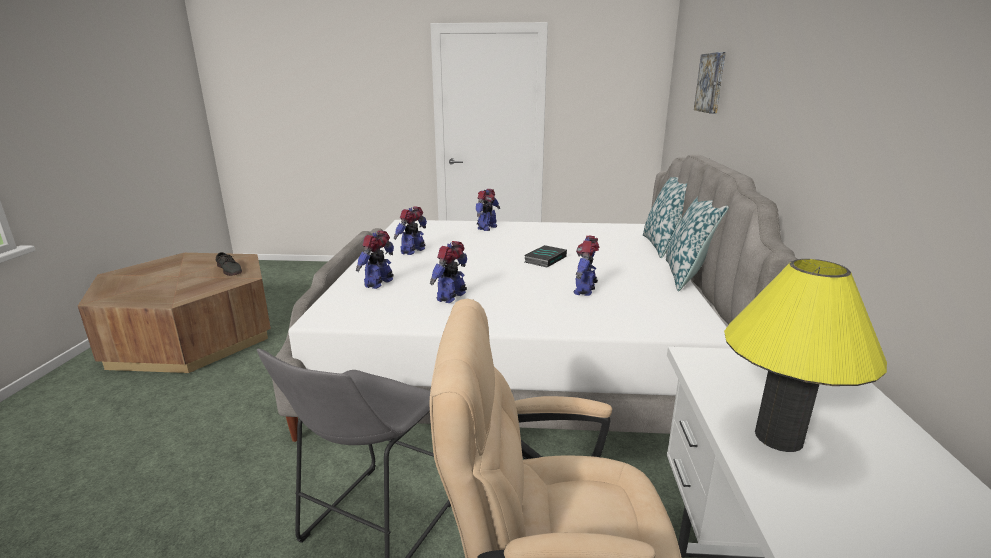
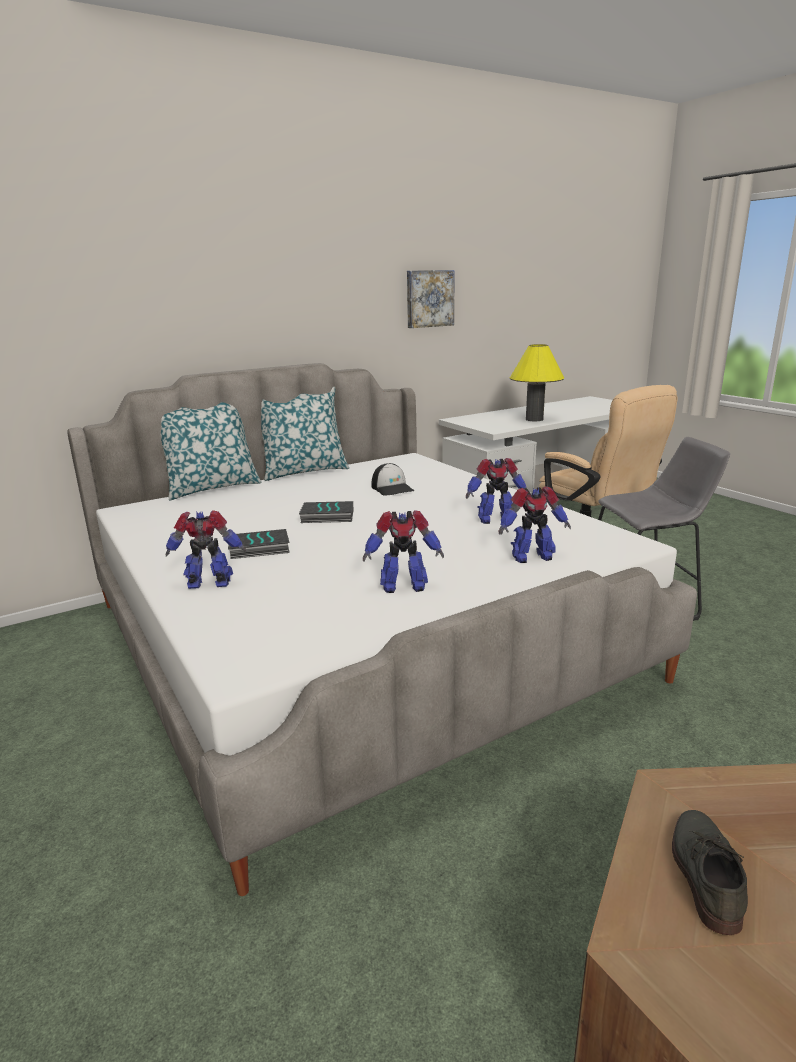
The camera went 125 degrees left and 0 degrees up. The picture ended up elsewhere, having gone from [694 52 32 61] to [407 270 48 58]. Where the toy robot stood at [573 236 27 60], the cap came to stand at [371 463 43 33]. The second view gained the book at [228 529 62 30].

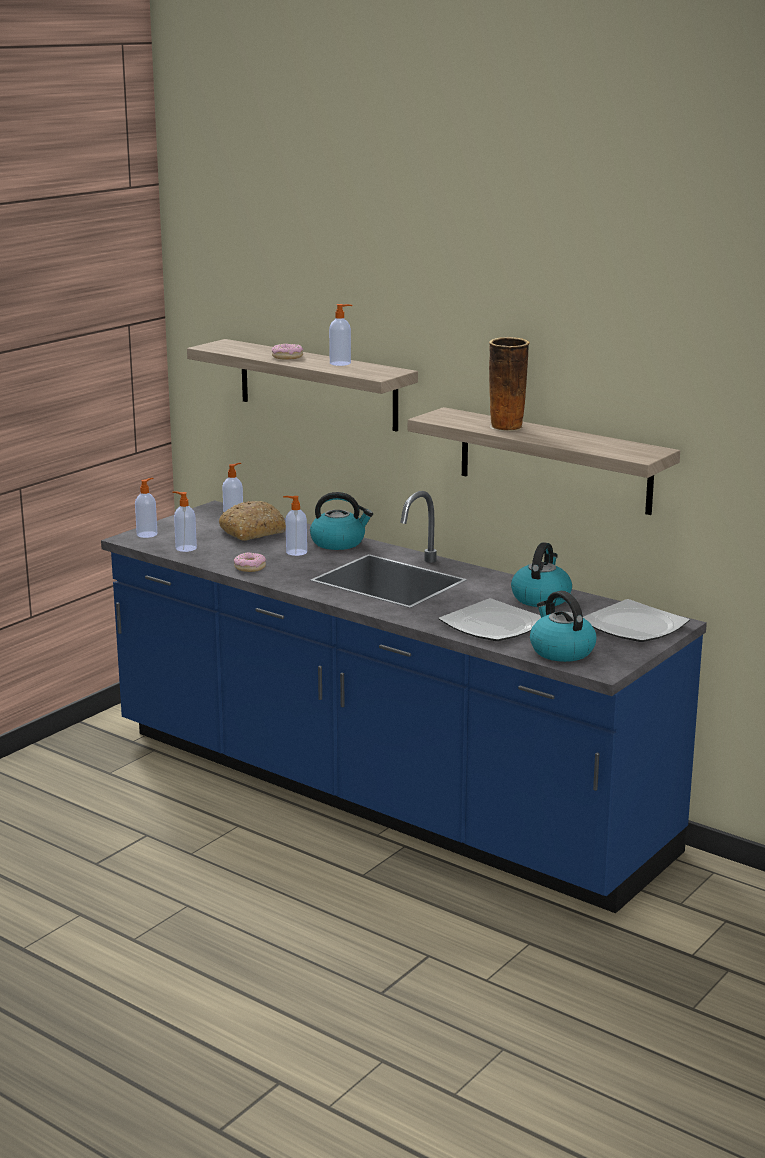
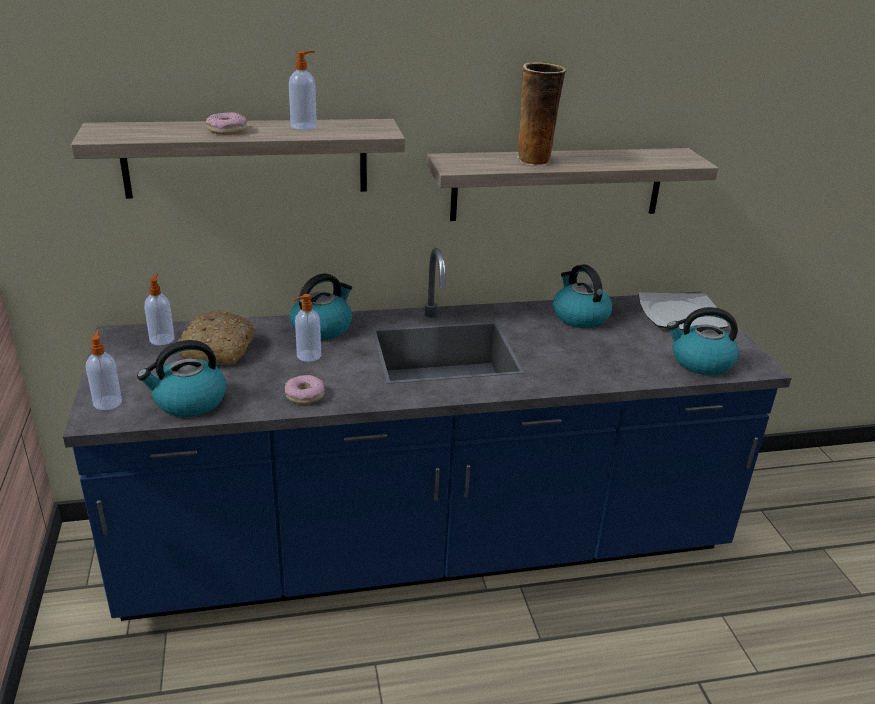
The camera went 50 degrees left and 10 degrees up. Where the soap dispenser stood at [172 491 25 61], the kettle came to stand at [137 340 89 77]. The second view lost the plate at [439 598 102 43].

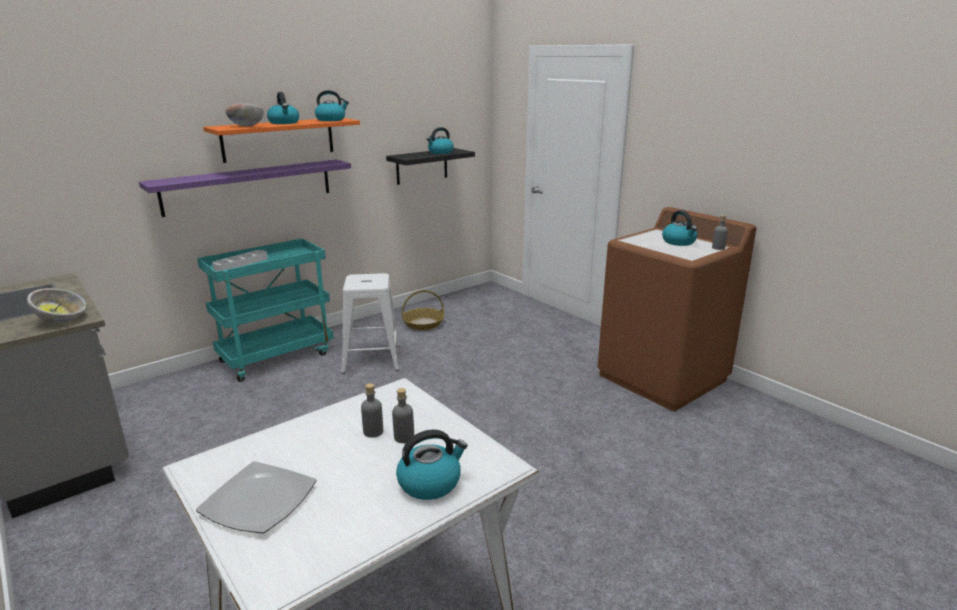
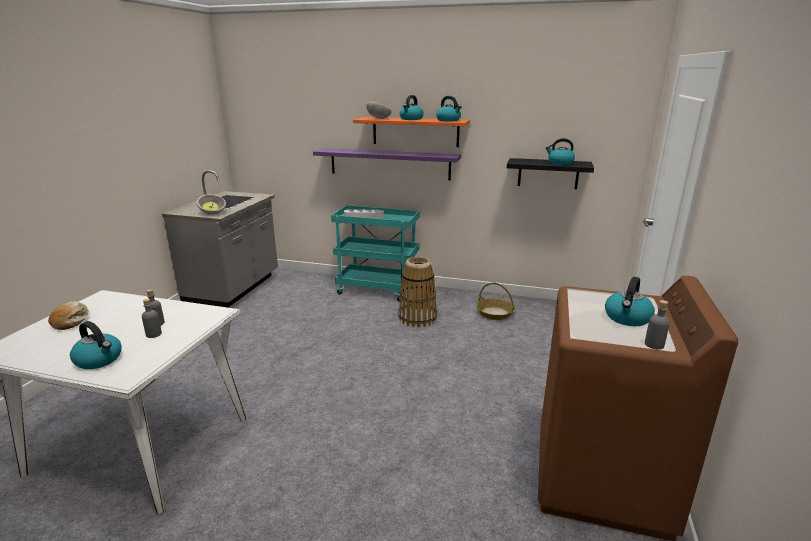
The camera went 55 degrees right and 0 degrees up. Where the stool/white stood at [341 273 59 101], the basket came to stand at [398 256 39 72]. Where the plate stood at [196 461 120 72], the bread came to stand at [48 301 41 29].

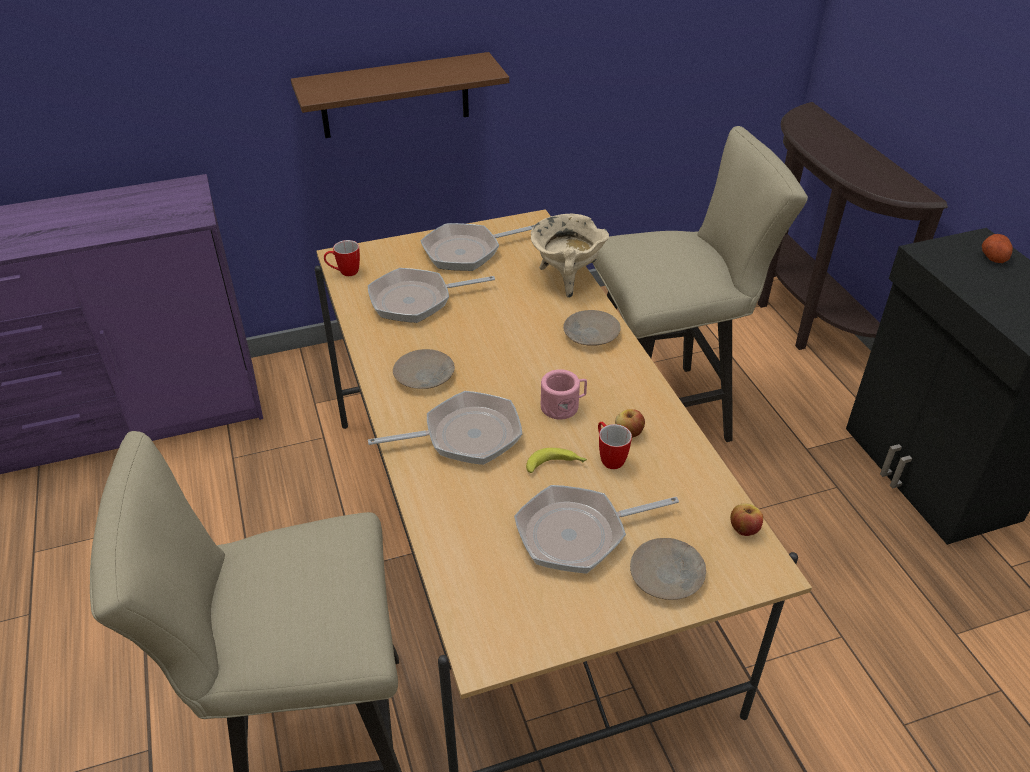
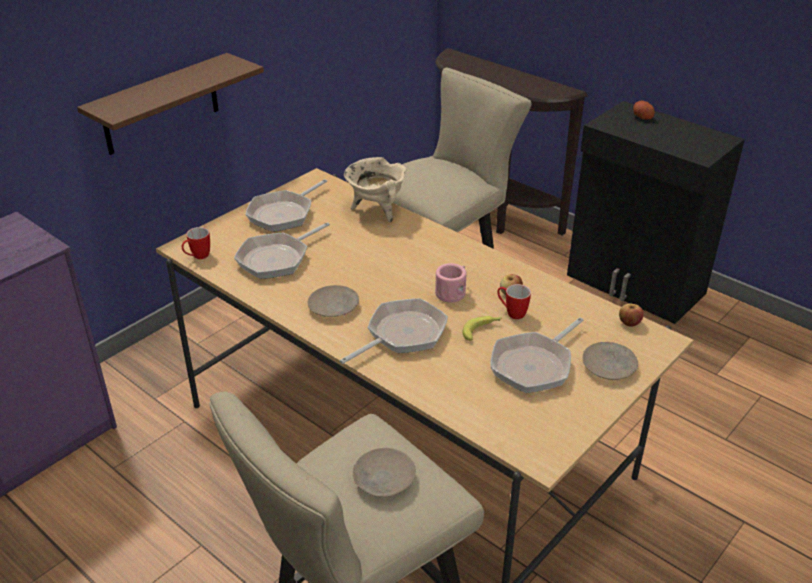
The camera went 30 degrees left and 5 degrees down. The plate/beige ended up elsewhere, having gone from [563 310 58 36] to [353 448 63 49].

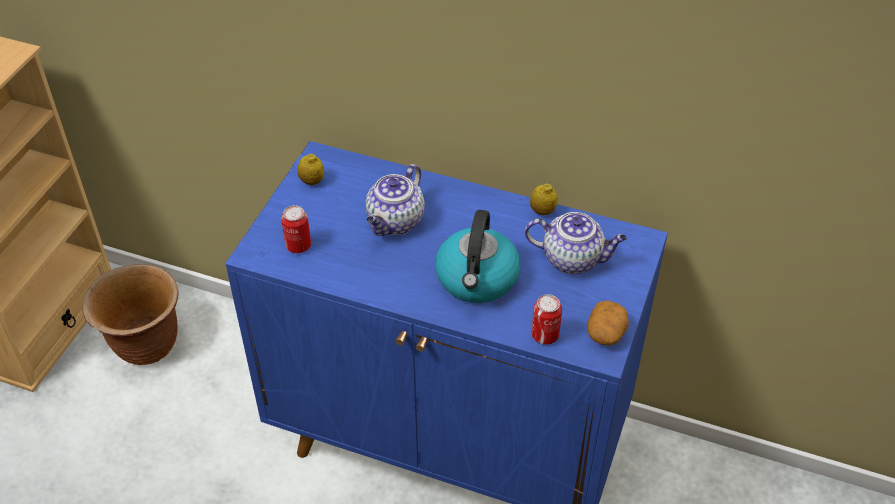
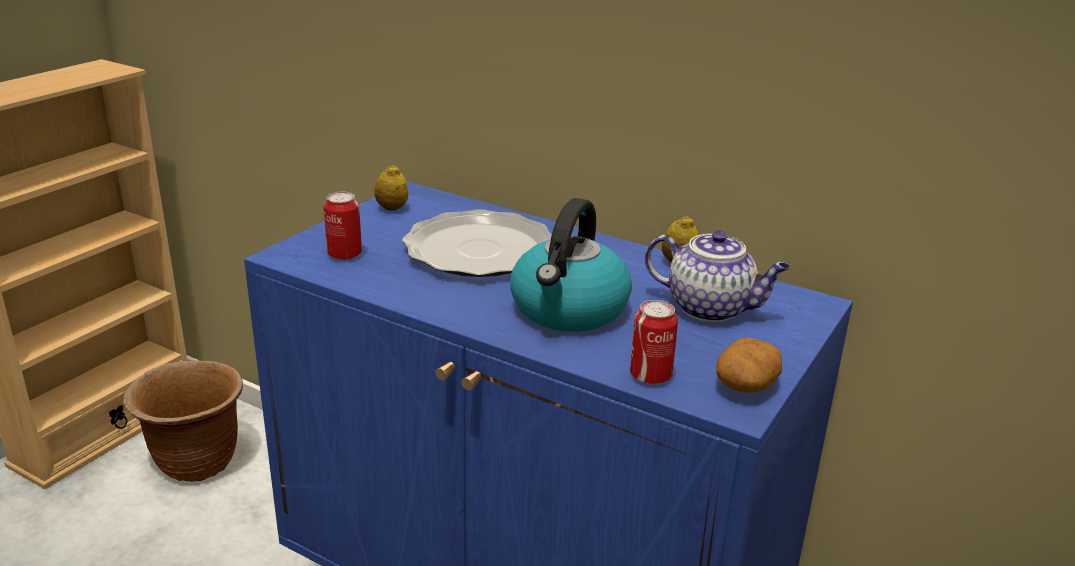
The camera went 10 degrees right and 20 degrees down. Where the teapot stood at [365 164 60 72], the plate came to stand at [402 209 150 68].

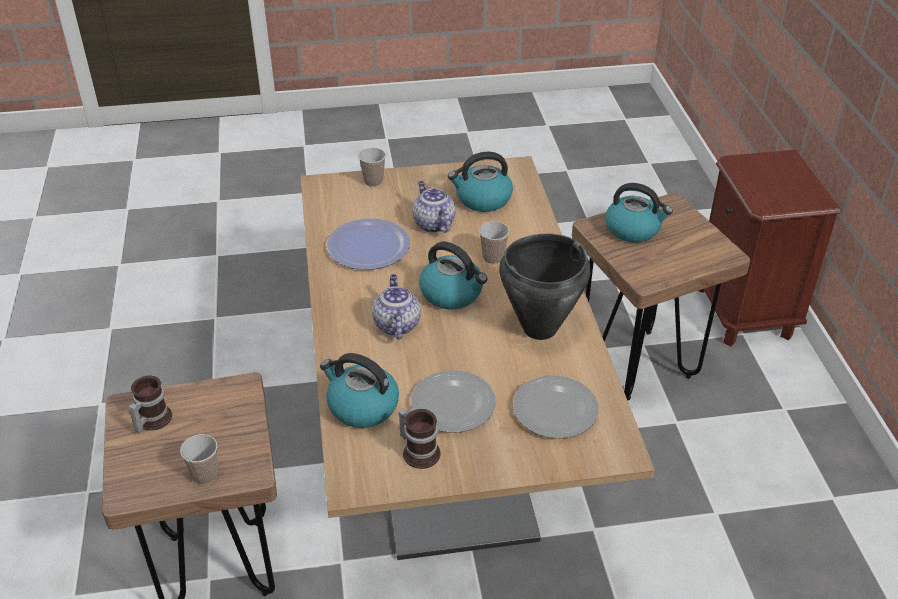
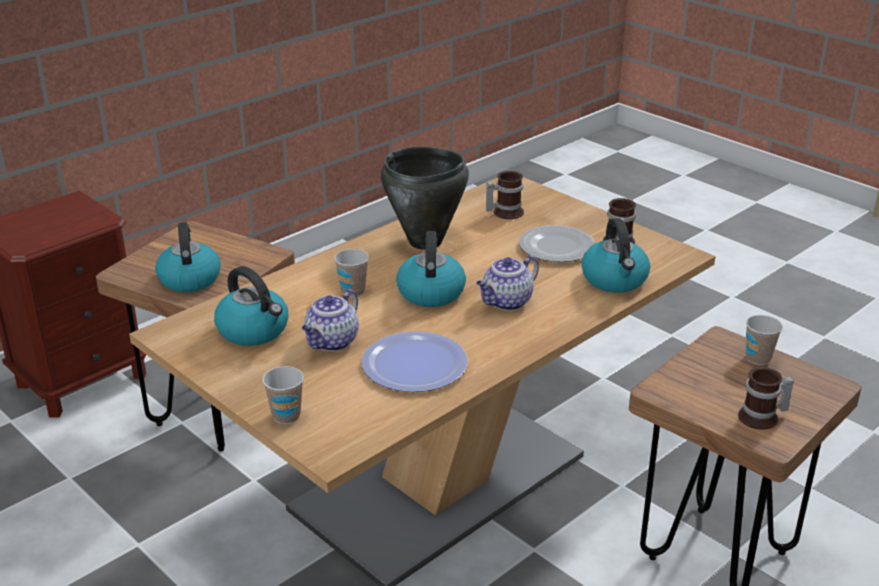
The camera went 125 degrees left and 10 degrees down. Where the plate stood at [513 375 86 64], the mug came to stand at [486 171 38 48].

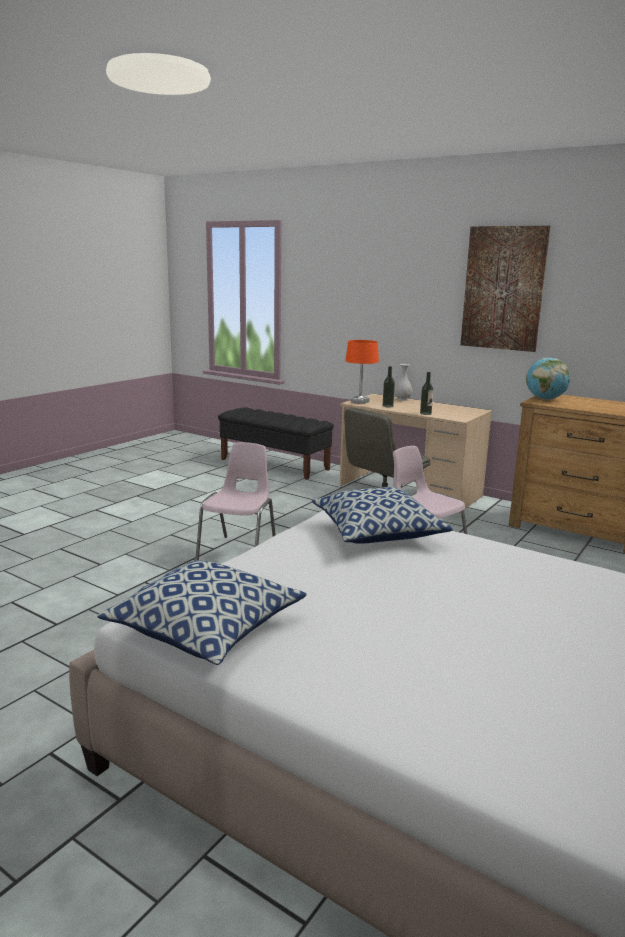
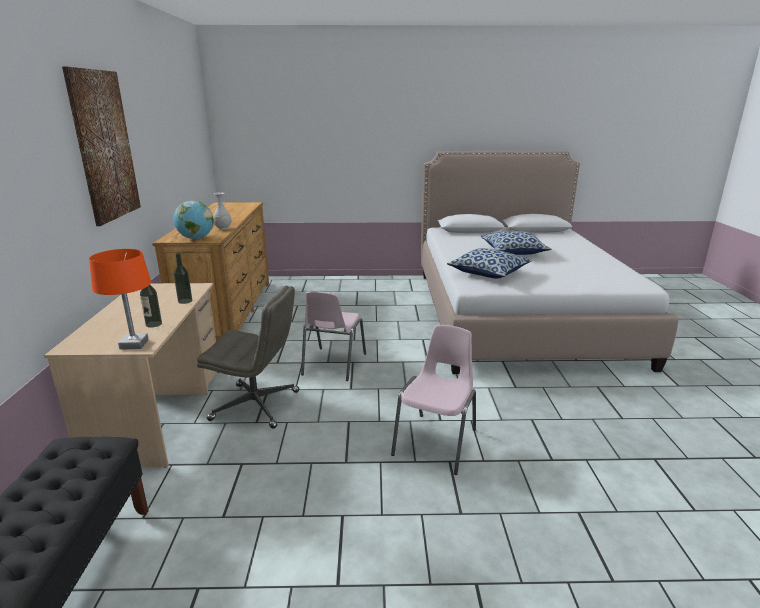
The camera went 125 degrees left and 5 degrees up. The vase/white ended up elsewhere, having gone from [394 364 18 37] to [213 193 19 37]. The chair/pink at [195 442 81 119] ended up facing another way, 135 degrees clockwise from before. The pillow ended up elsewhere, having gone from [97 560 210 105] to [481 231 70 24].

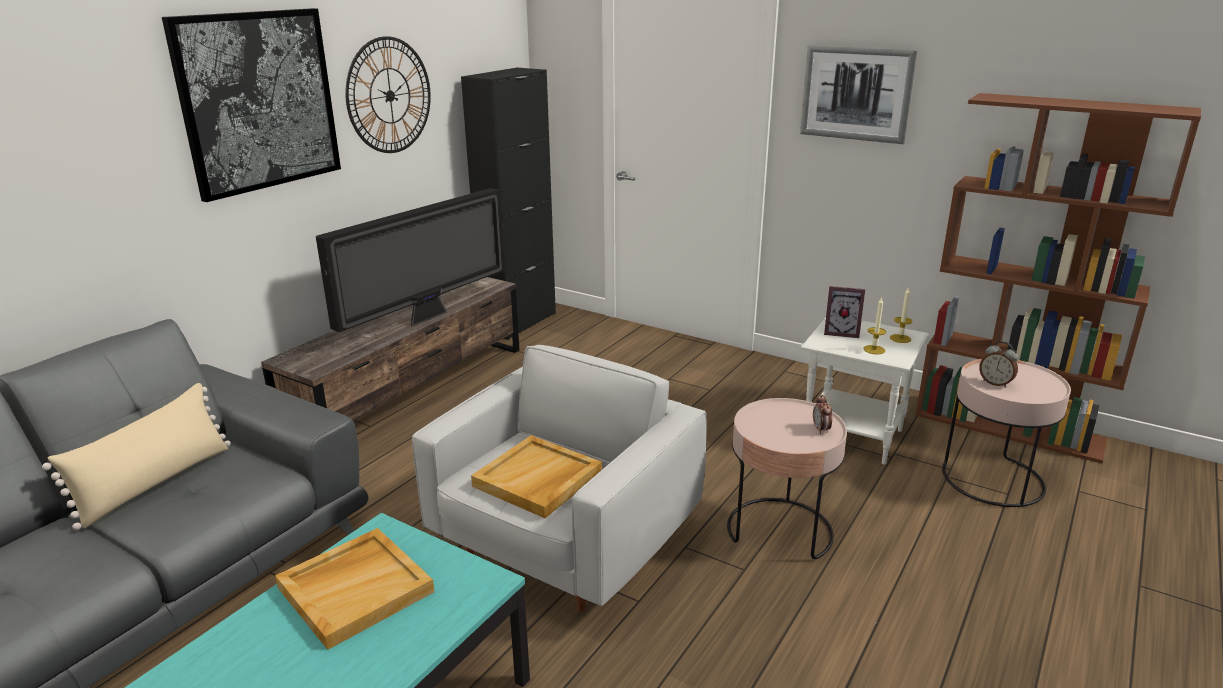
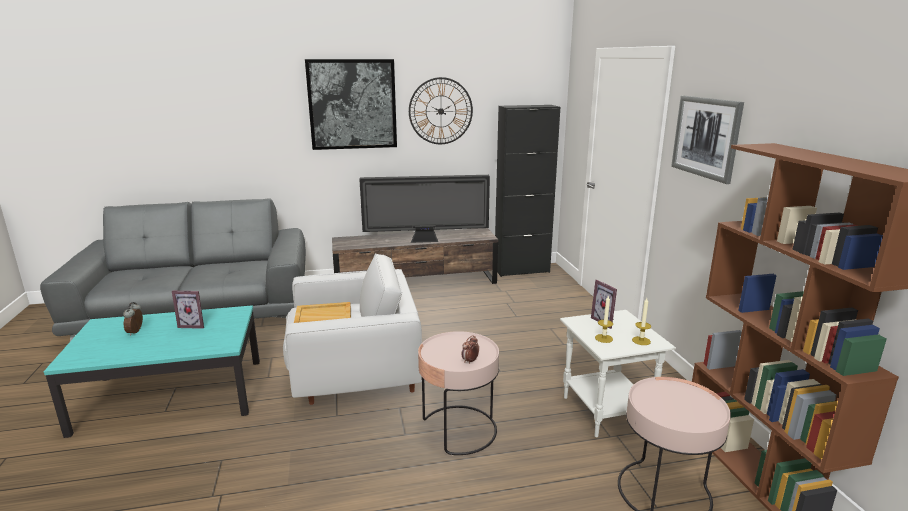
The camera went 45 degrees right and 5 degrees down. The alarm clock ended up elsewhere, having gone from [979 341 40 47] to [123 302 20 34]. The second view lost the pillow/beige at [42 383 189 147]. Where the tray/beige stood at [275 528 159 122], the picture frame came to stand at [172 291 32 38].

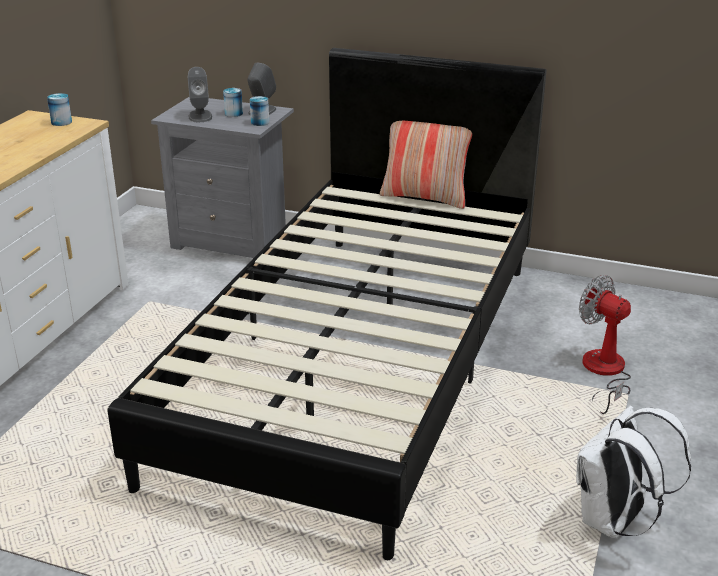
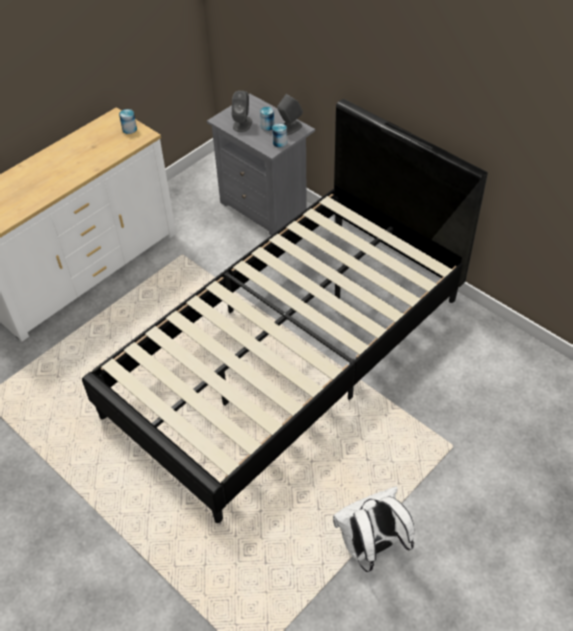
The camera went 25 degrees right and 20 degrees up. The second view lost the pillow at [380 121 92 88]. The second view lost the fan at [579 275 52 139].

